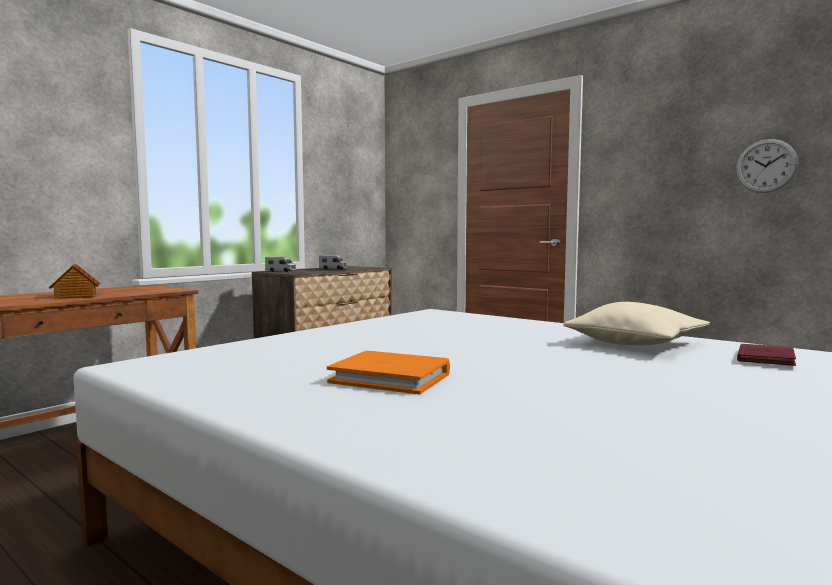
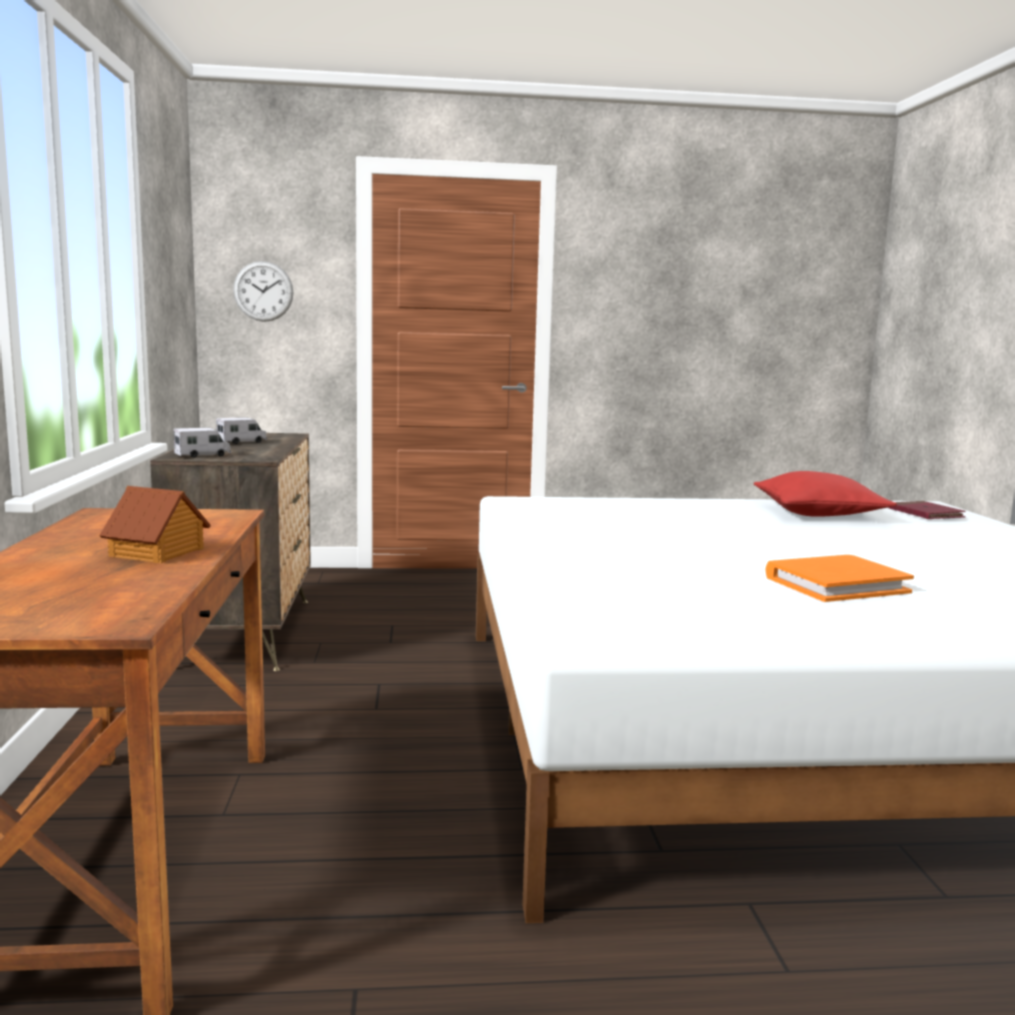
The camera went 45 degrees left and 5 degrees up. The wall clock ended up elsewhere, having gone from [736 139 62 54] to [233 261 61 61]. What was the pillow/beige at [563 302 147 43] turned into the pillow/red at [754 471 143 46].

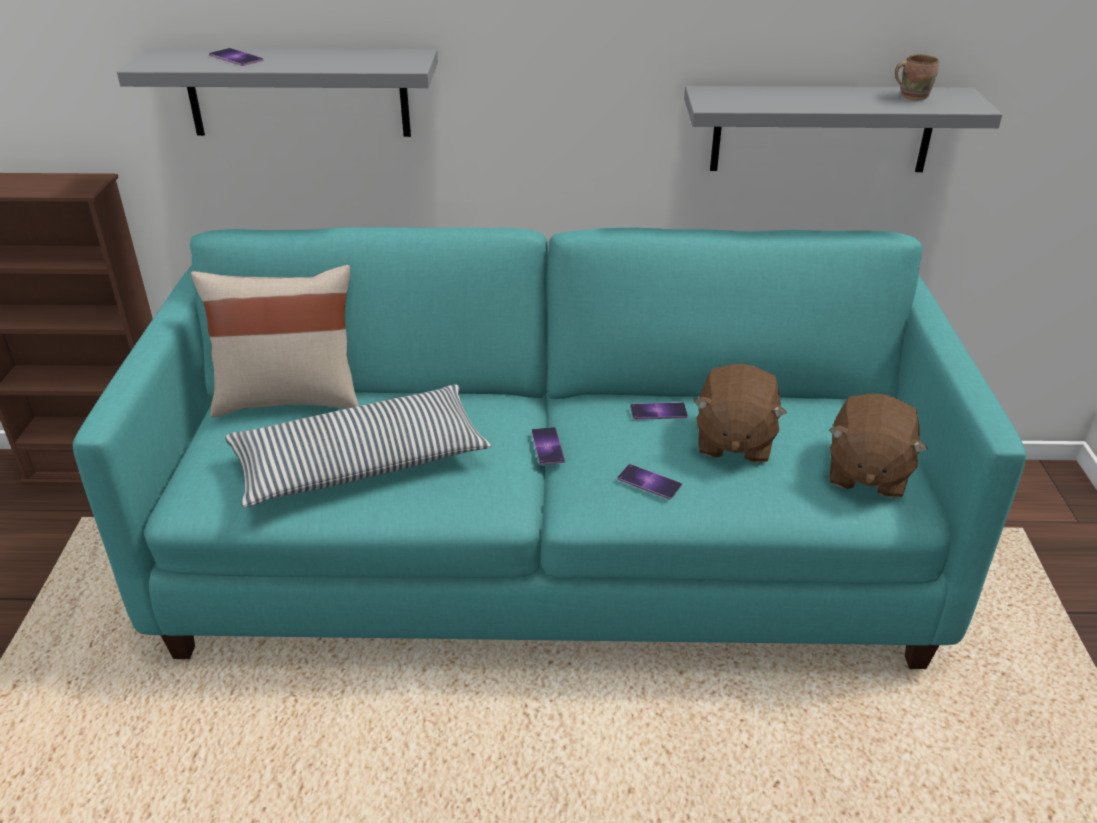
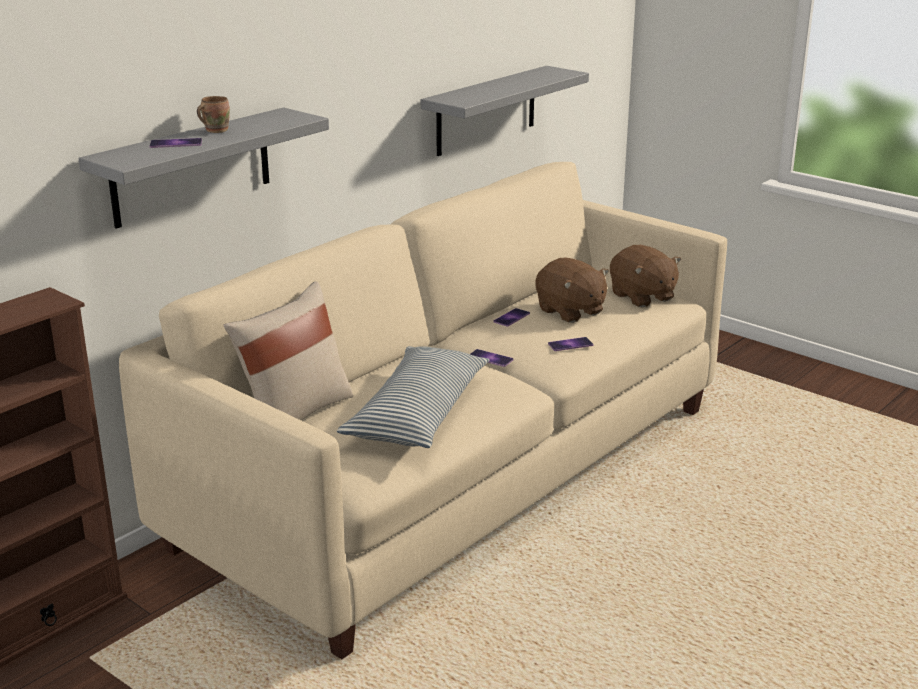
The camera went 50 degrees left and 10 degrees down. The mug/brown ended up elsewhere, having gone from [895 54 44 47] to [197 96 33 37]. What was the sofa/turquoise at [73 227 953 442] turned into the sofa/beige at [119 162 608 497].

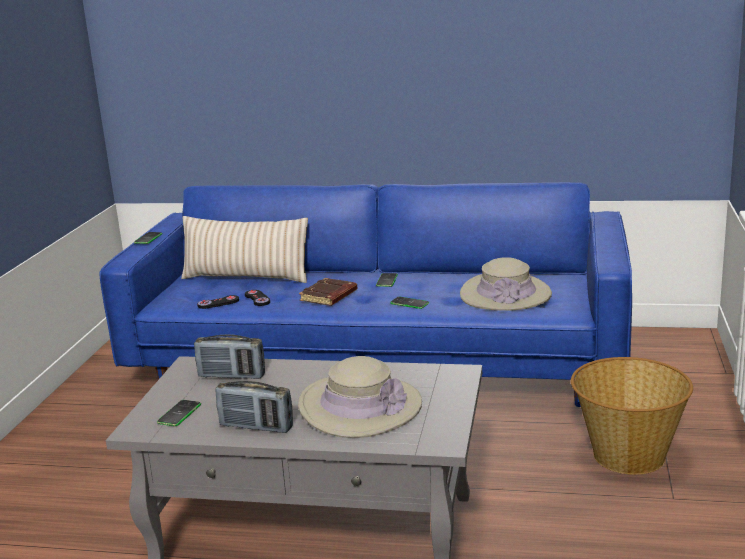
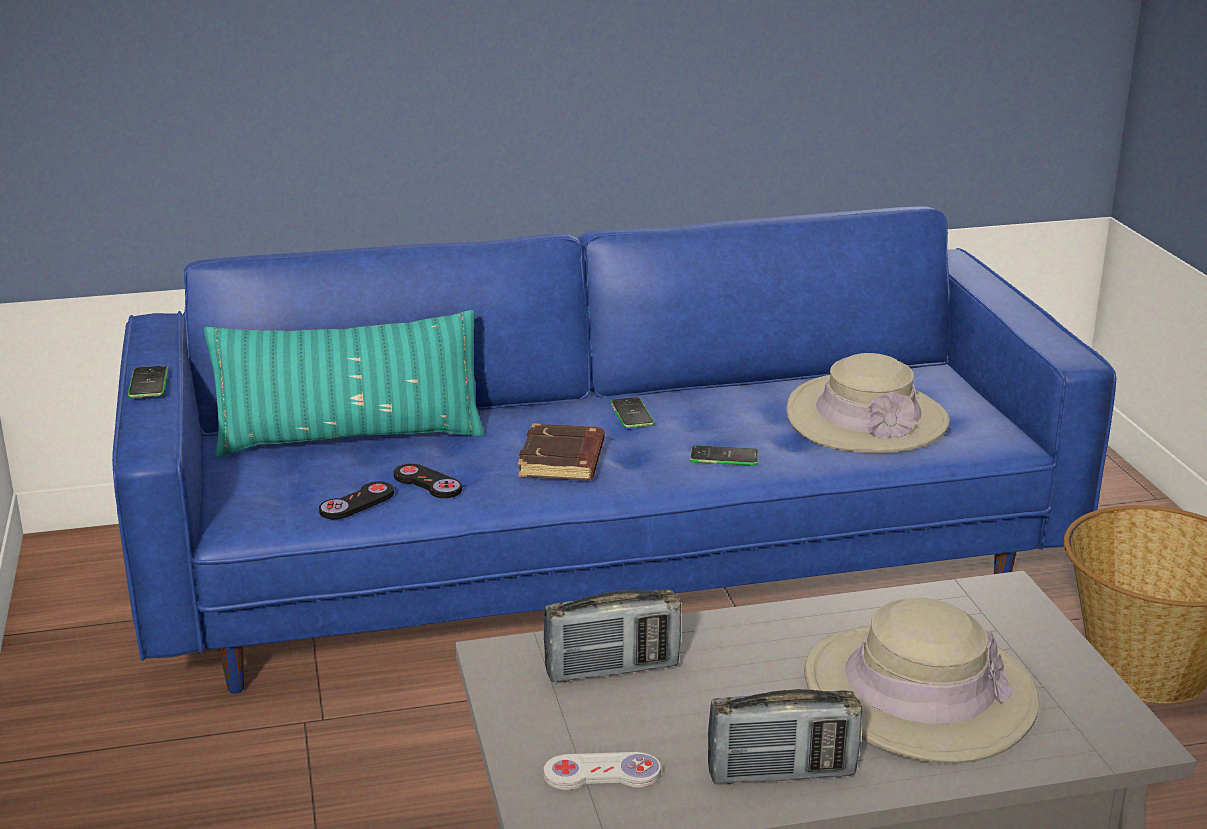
The camera went 25 degrees left and 5 degrees up. What was the pillow/beige at [181 216 127 67] turned into the pillow/turquoise at [204 310 280 146]. Where the phone stood at [157 400 44 26], the game controller/white came to stand at [543 752 118 38].

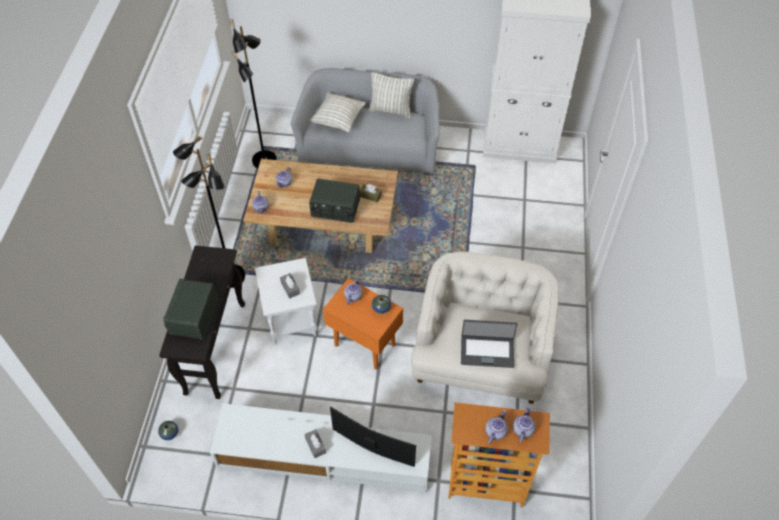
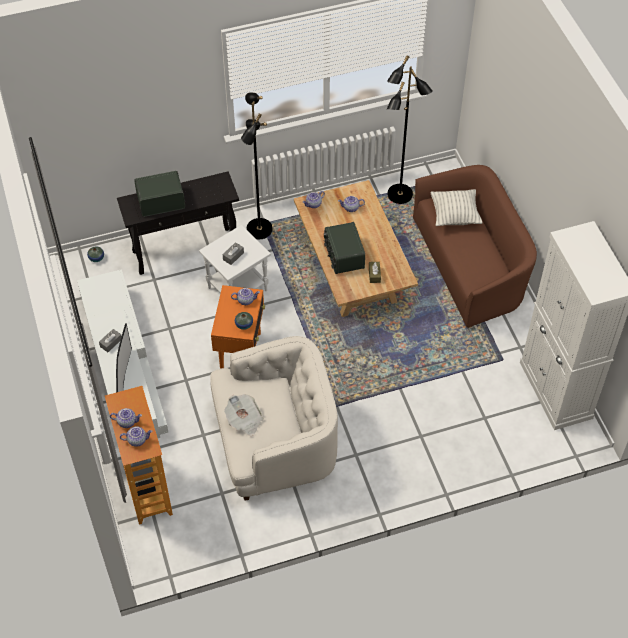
The camera went 65 degrees right and 0 degrees up. What was the sofa/grey at [291 68 149 106] turned into the sofa/brown at [413 165 124 163]. The second view lost the pillow at [369 72 45 46]. Where the laptop stood at [461 320 56 48], the newspaper came to stand at [224 394 40 42].

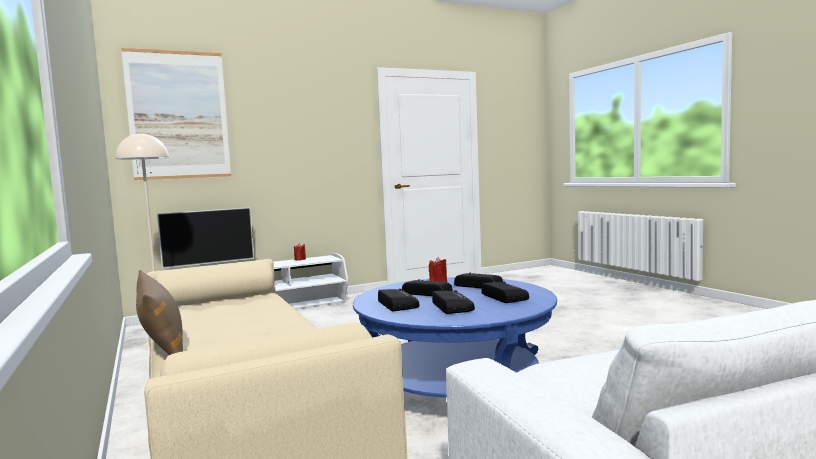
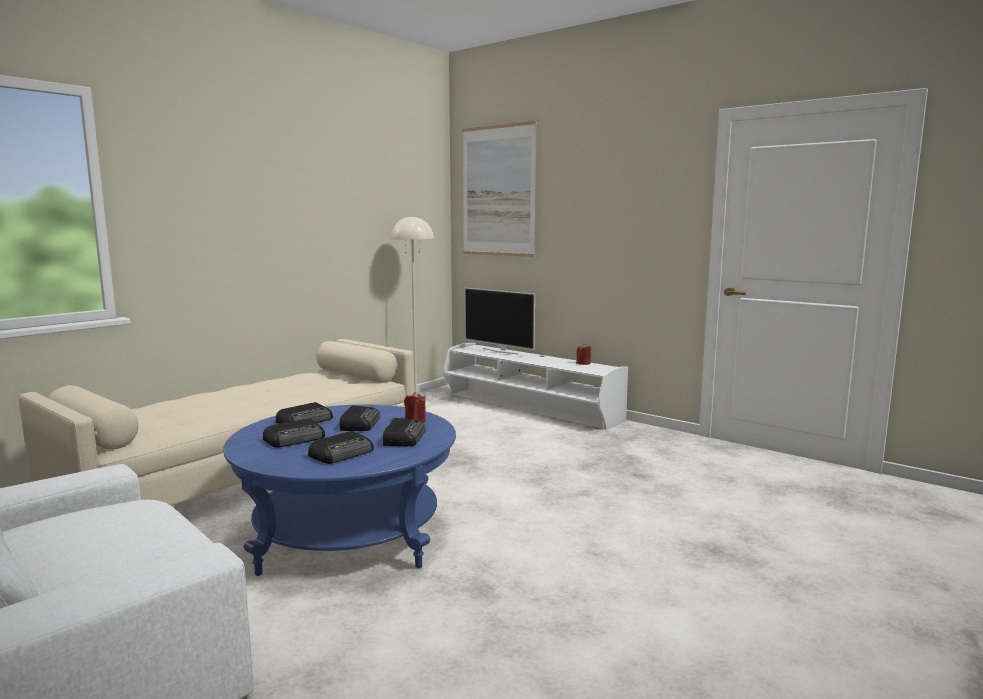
The camera went 65 degrees right and 5 degrees up. The second view lost the pillow/brown at [136 270 47 85].

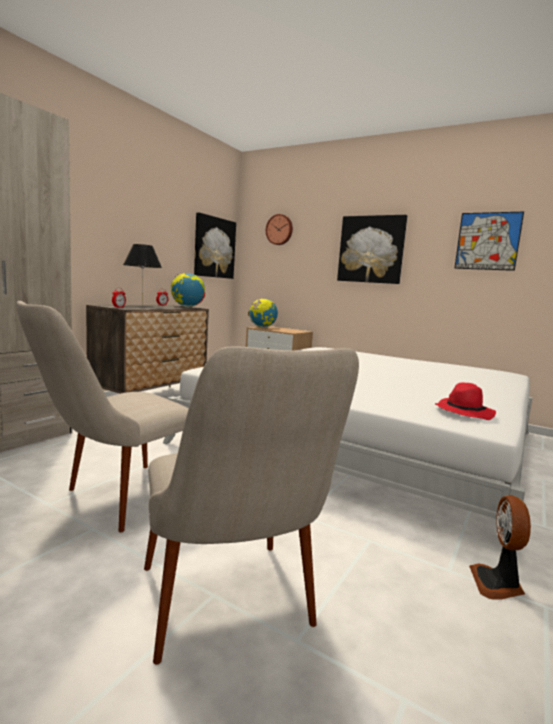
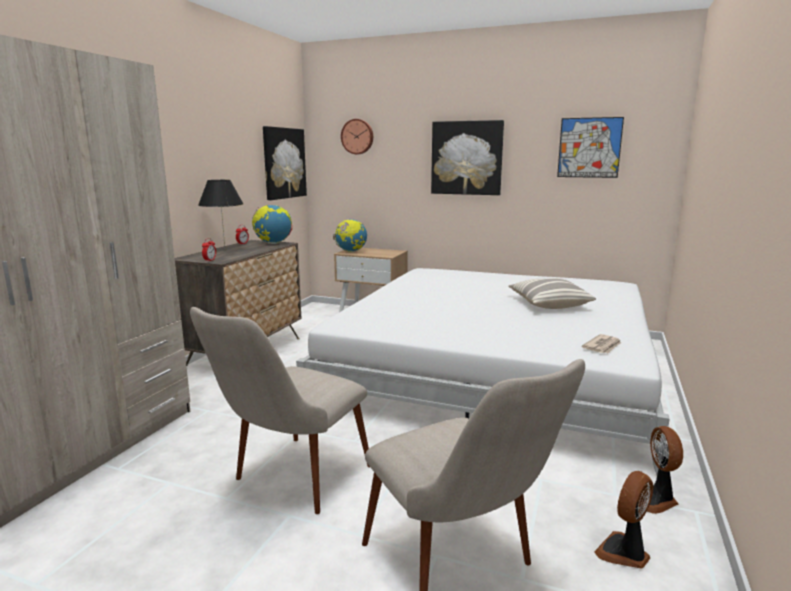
The camera went 10 degrees left and 5 degrees up. Where the hat/red stood at [435 382 61 38], the newspaper came to stand at [581 334 40 19]. The second view gained the pillow at [508 278 88 31]. The second view gained the fan at [594 471 59 98].

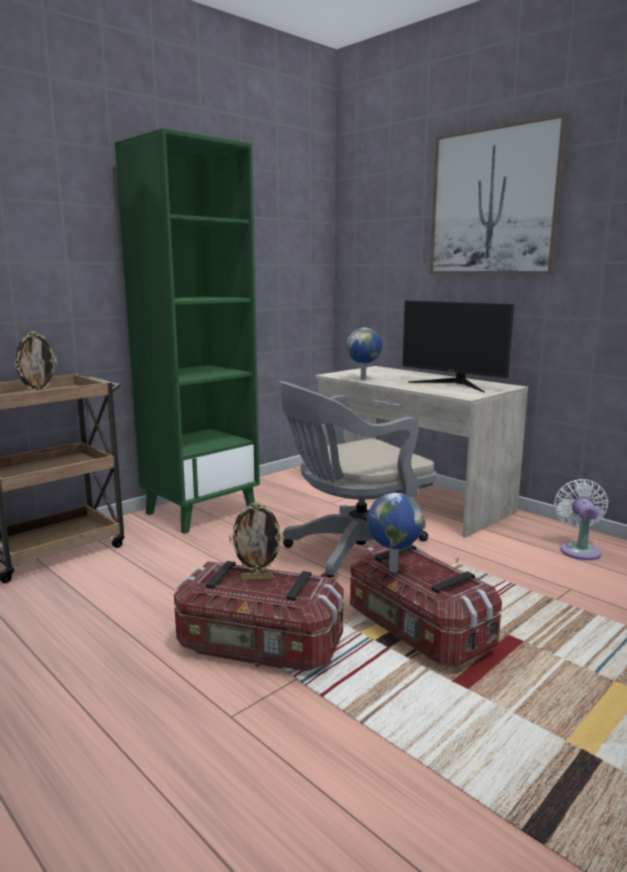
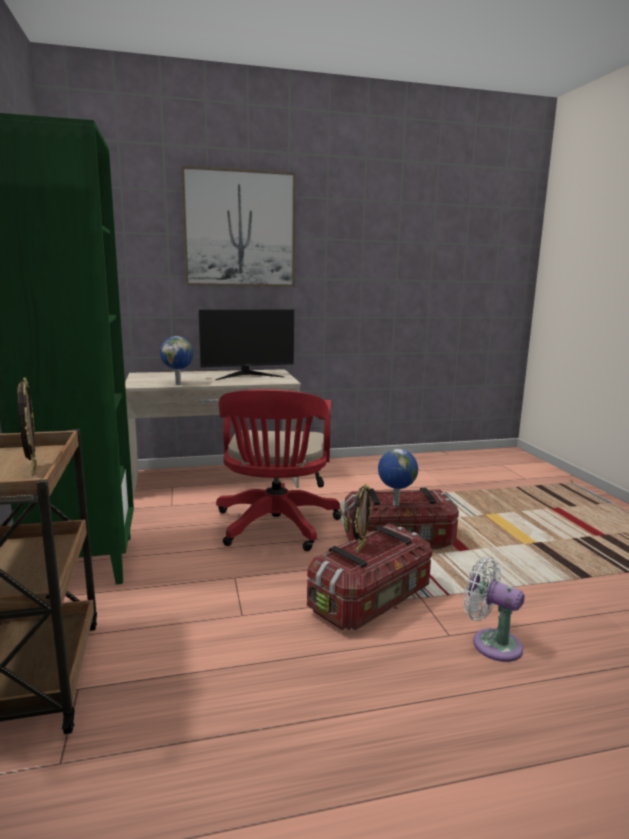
The camera went 60 degrees left and 0 degrees up. What was the office chair/grey at [278 381 159 197] turned into the office chair/red at [216 389 126 162]. The fan/white ended up elsewhere, having gone from [554 479 55 81] to [463 557 62 105].

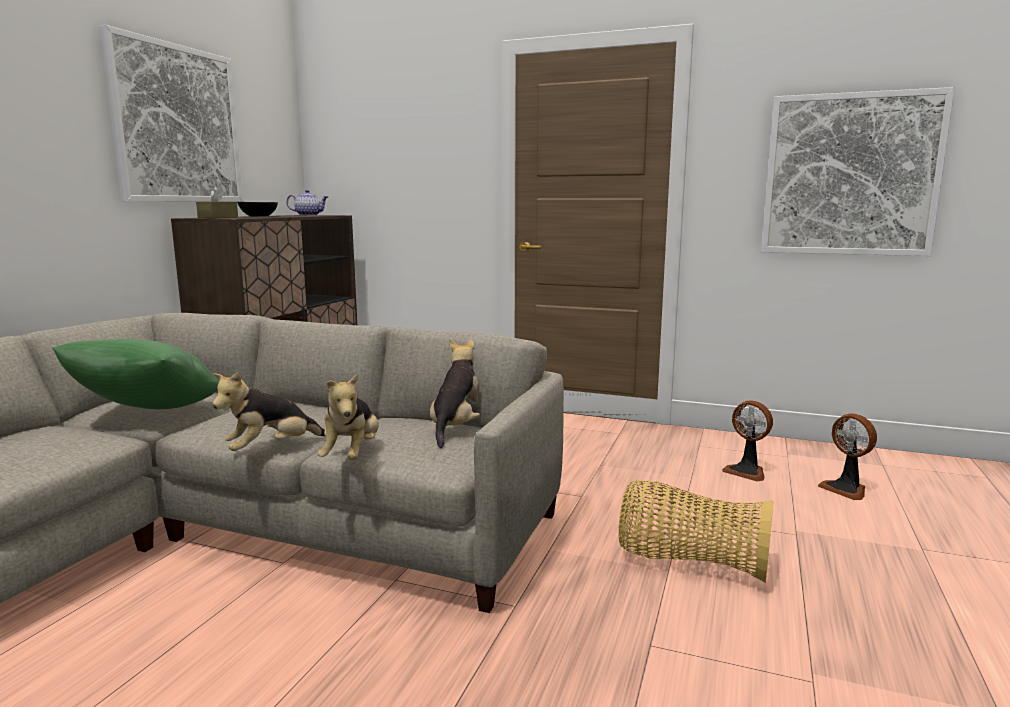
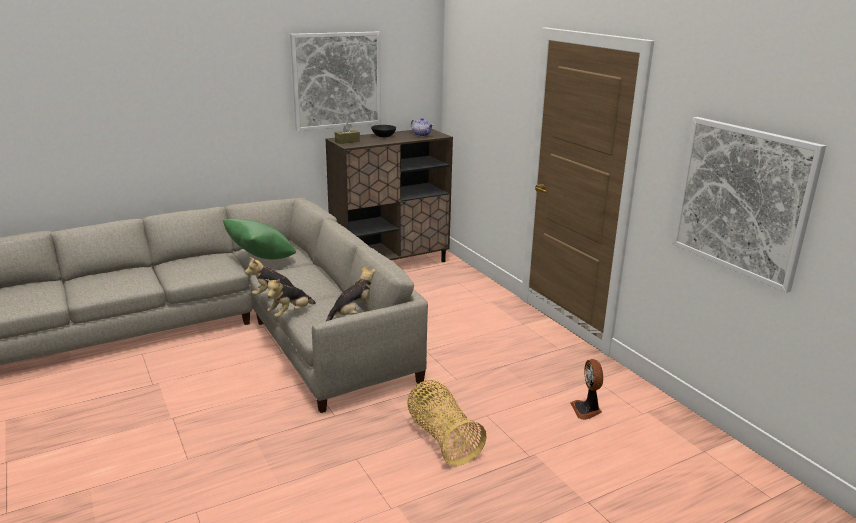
The camera went 40 degrees right and 10 degrees up. The second view lost the fan at [818 414 59 86].

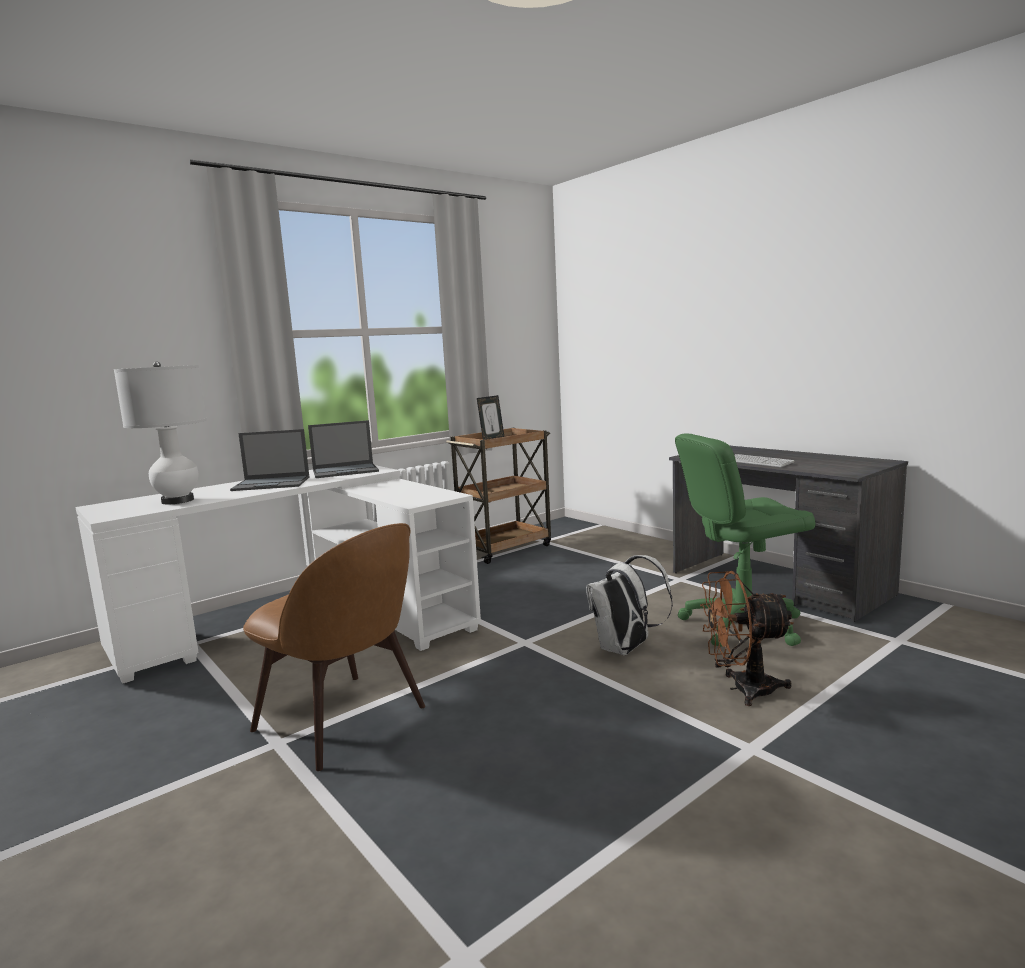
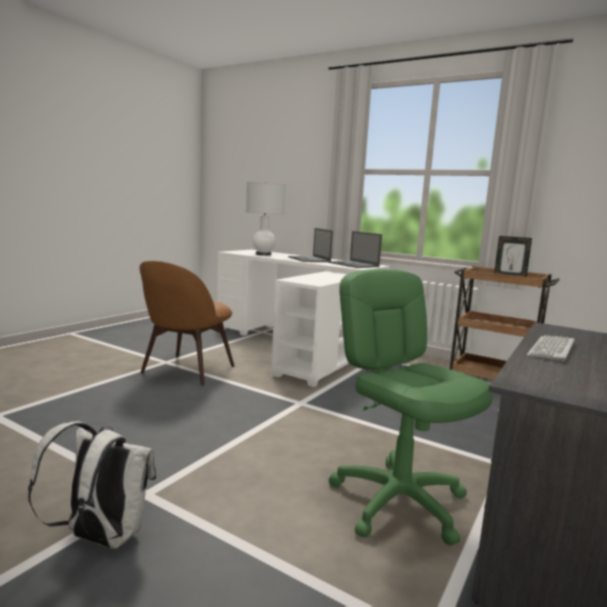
The camera went 70 degrees right and 0 degrees up. The backpack/white ended up elsewhere, having gone from [586 555 87 101] to [28 421 128 128]. The second view lost the fan/brown at [700 571 94 135].

